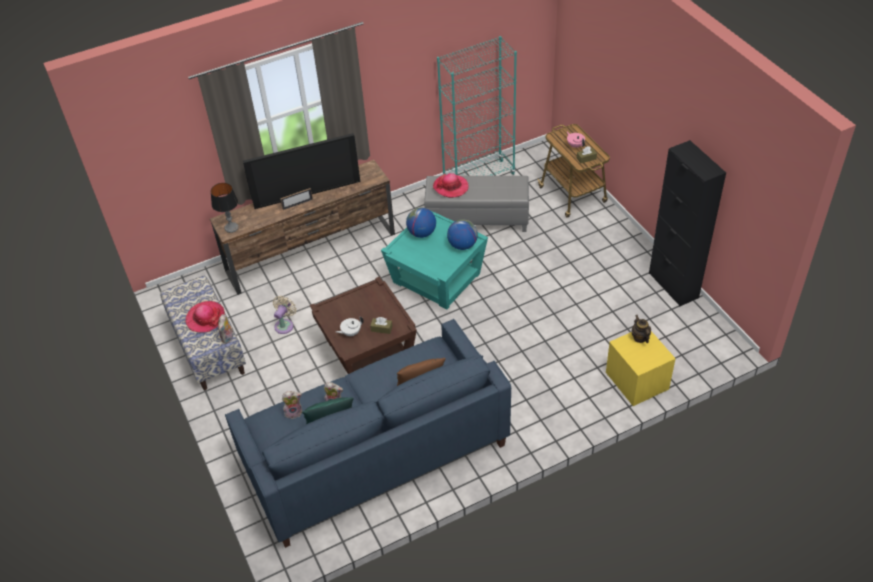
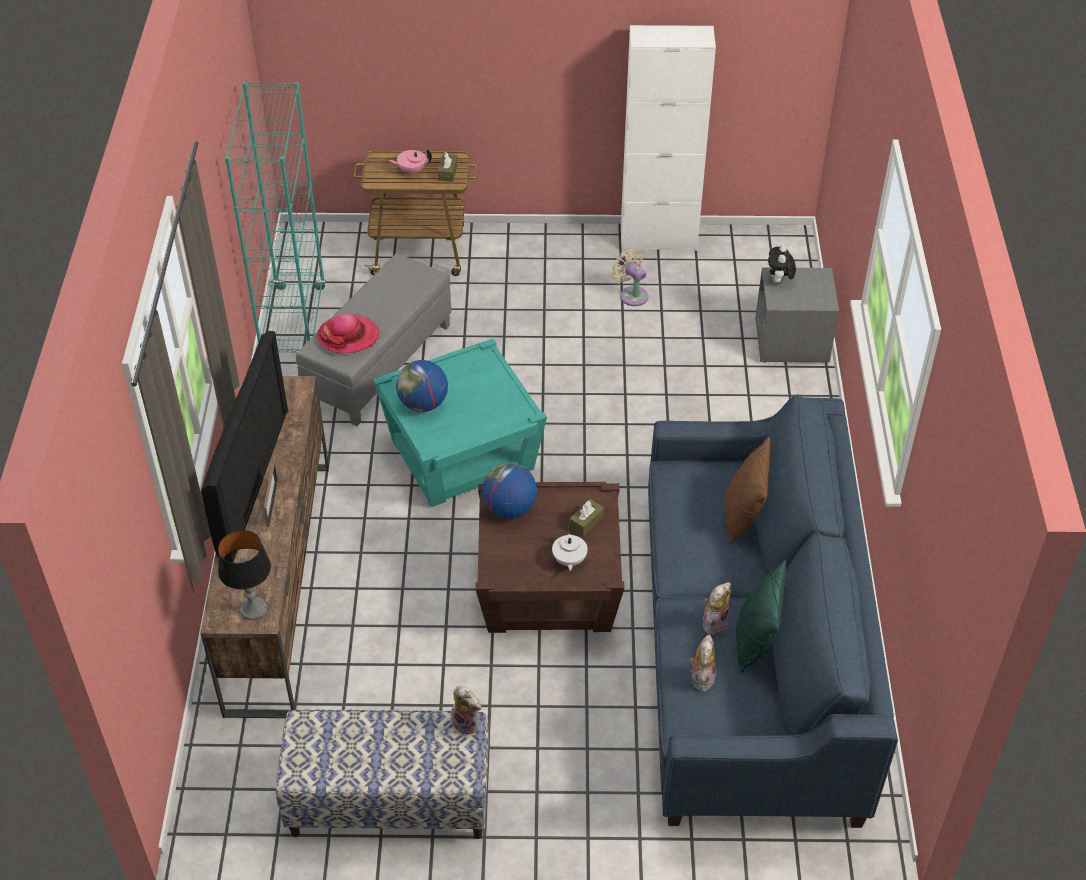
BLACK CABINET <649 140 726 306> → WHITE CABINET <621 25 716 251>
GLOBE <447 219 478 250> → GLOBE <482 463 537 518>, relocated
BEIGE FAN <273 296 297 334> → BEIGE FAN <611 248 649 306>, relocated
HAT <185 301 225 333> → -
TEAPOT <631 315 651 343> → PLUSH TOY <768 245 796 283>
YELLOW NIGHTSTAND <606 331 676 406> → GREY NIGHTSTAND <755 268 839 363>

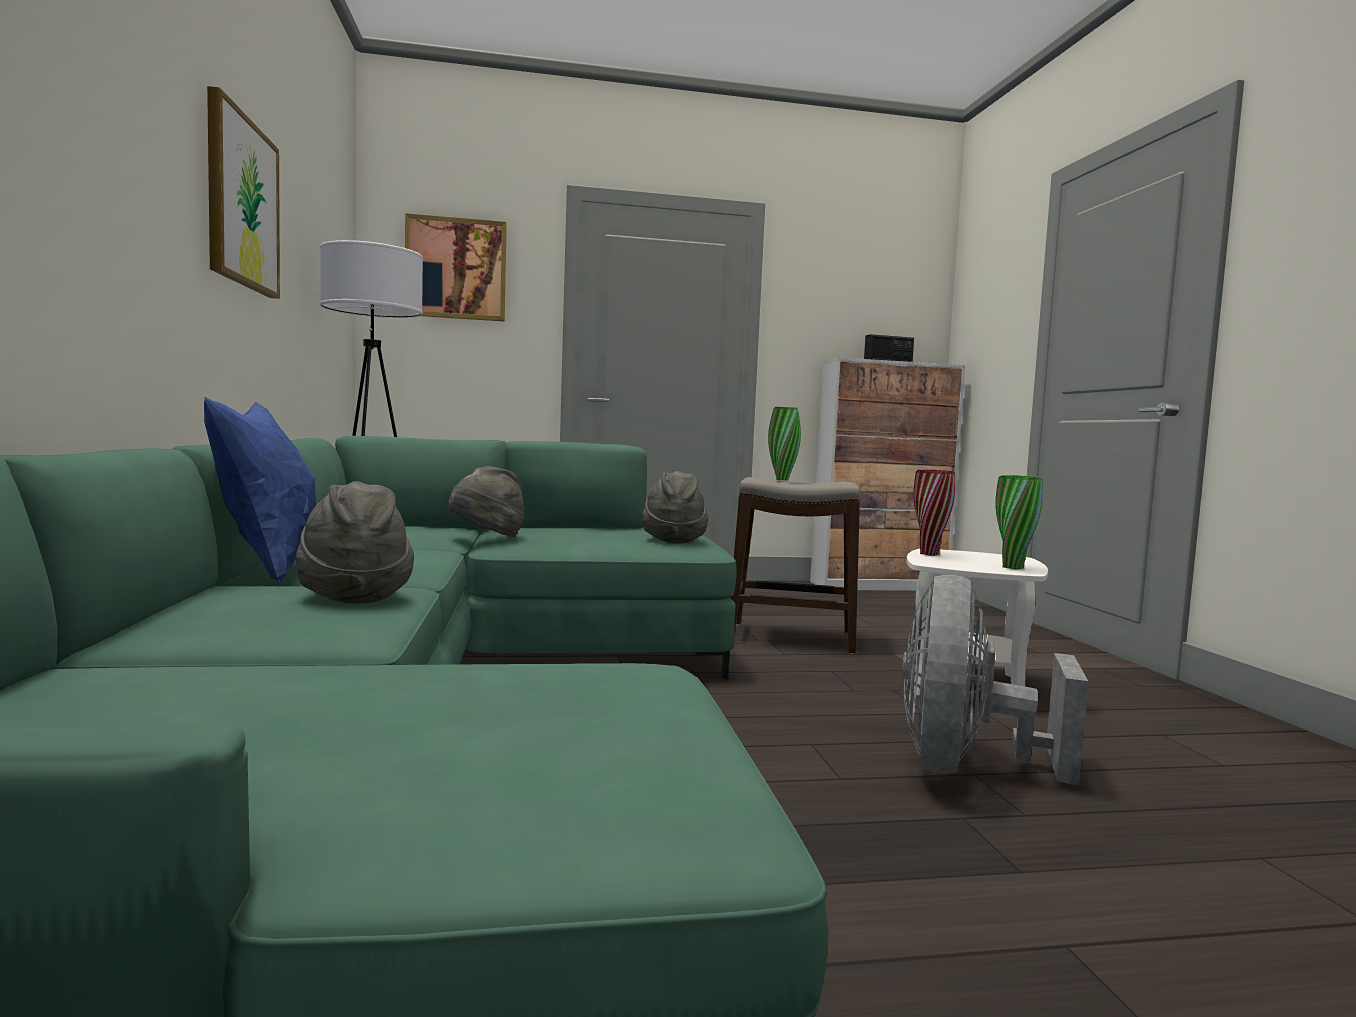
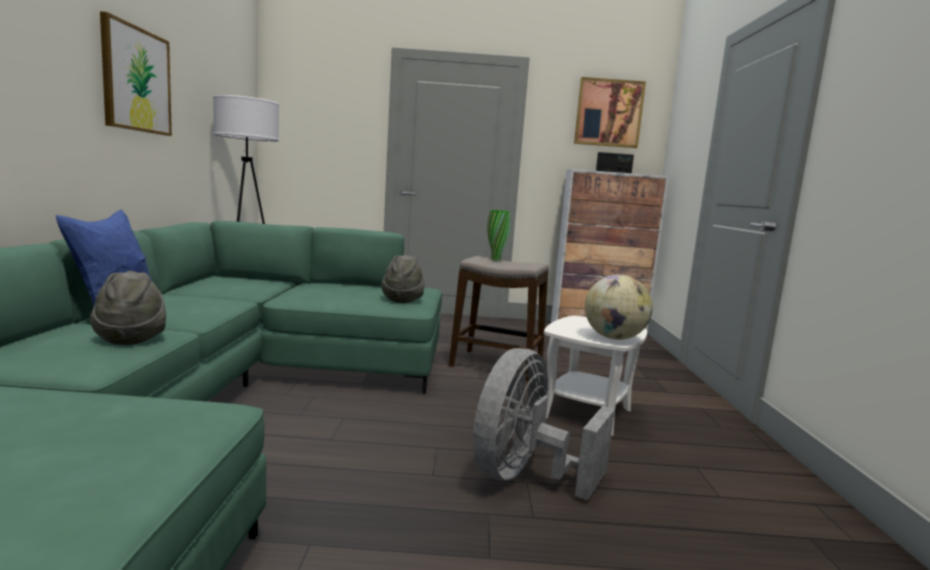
PICTURE <405 213 507 322> → PICTURE <574 77 646 148>, relocated
GREY HAT <448 466 524 537> → -
RED VASE <914 470 955 556> → -
GREEN VASE <995 475 1043 570> → GLOBE <585 275 653 340>

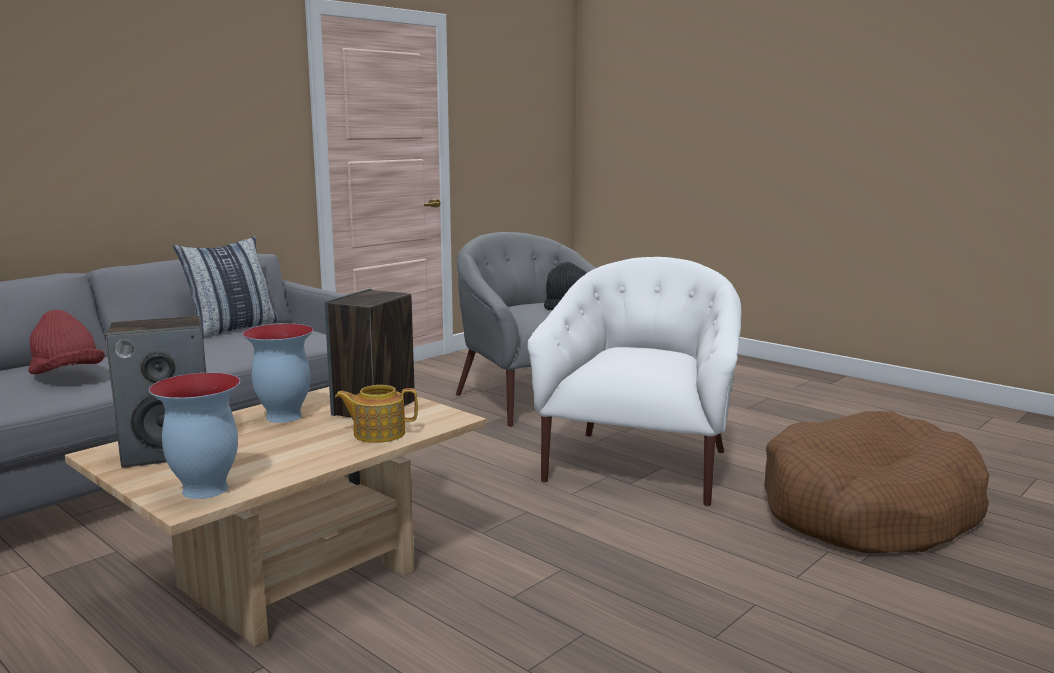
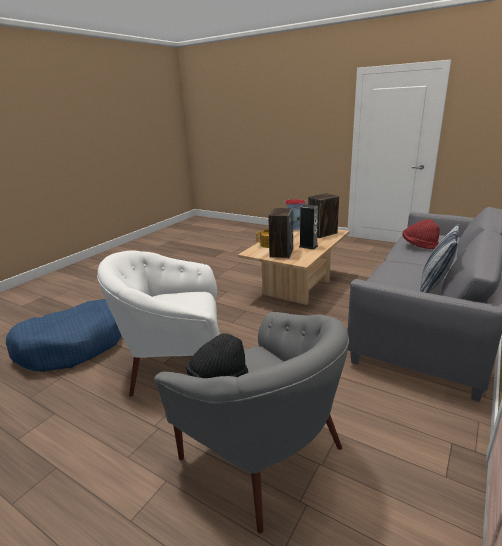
WHITE ARMCHAIR <527 257 741 506> → WHITE ARMCHAIR <97 250 220 397>, 75 degrees clockwise
VASE <242 324 313 423> → SPEAKER <299 204 318 250>
BROWN DOG BED <764 411 989 554> → BLUE DOG BED <6 299 122 372>

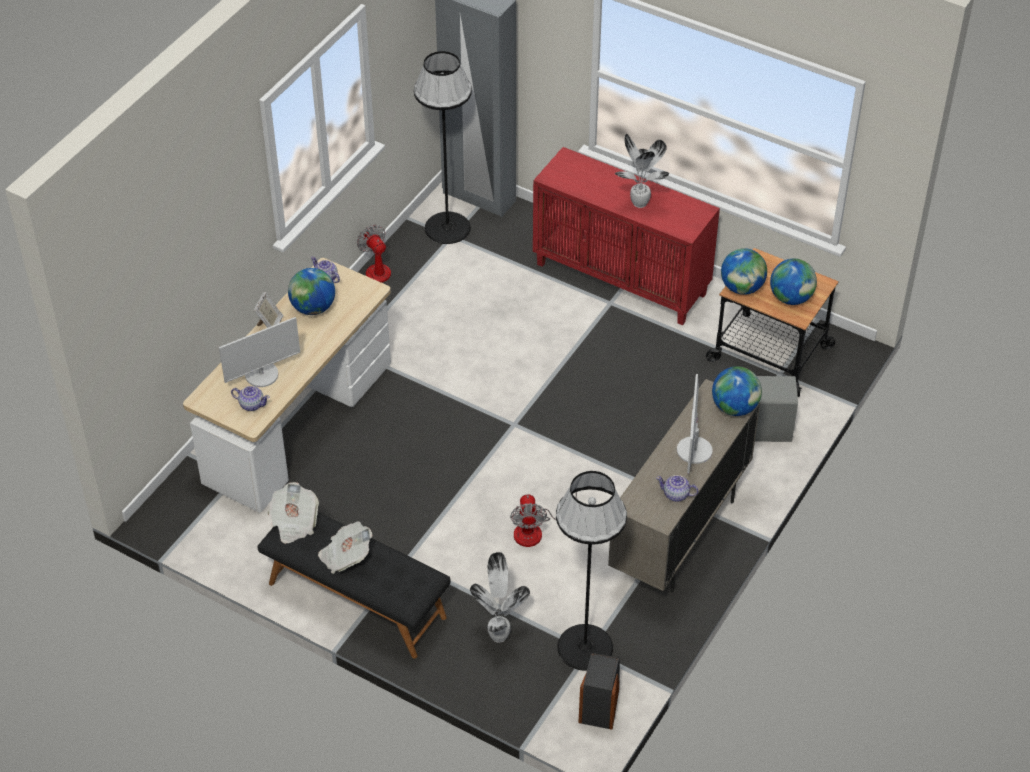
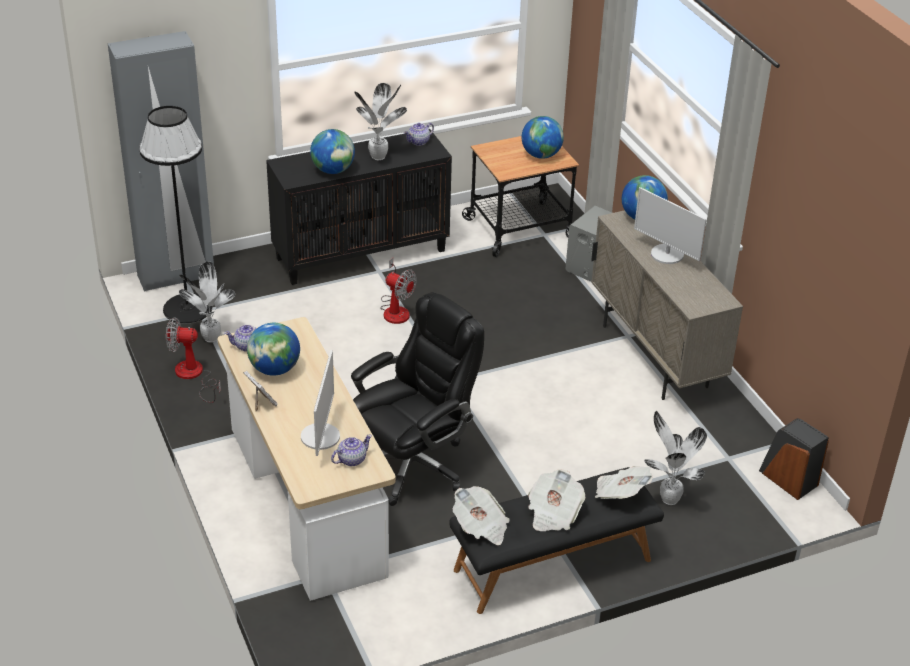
RED CABINET <533 147 720 325> → BLACK CABINET <266 129 452 285>
GLOBE <721 248 767 295> → GLOBE <310 129 355 174>, relocated
BLACK FLOOR LAMP <556 471 627 671> → -
TEAPOT <656 475 698 502> → TEAPOT <404 123 434 146>, relocated
FAN <510 492 577 547> → FAN <380 258 417 324>, relocated
- → POTTED PLANT <179 261 235 342>
- → BLACK OFFICE CHAIR <351 292 484 506>
- → NEWSPAPER <595 466 653 499>

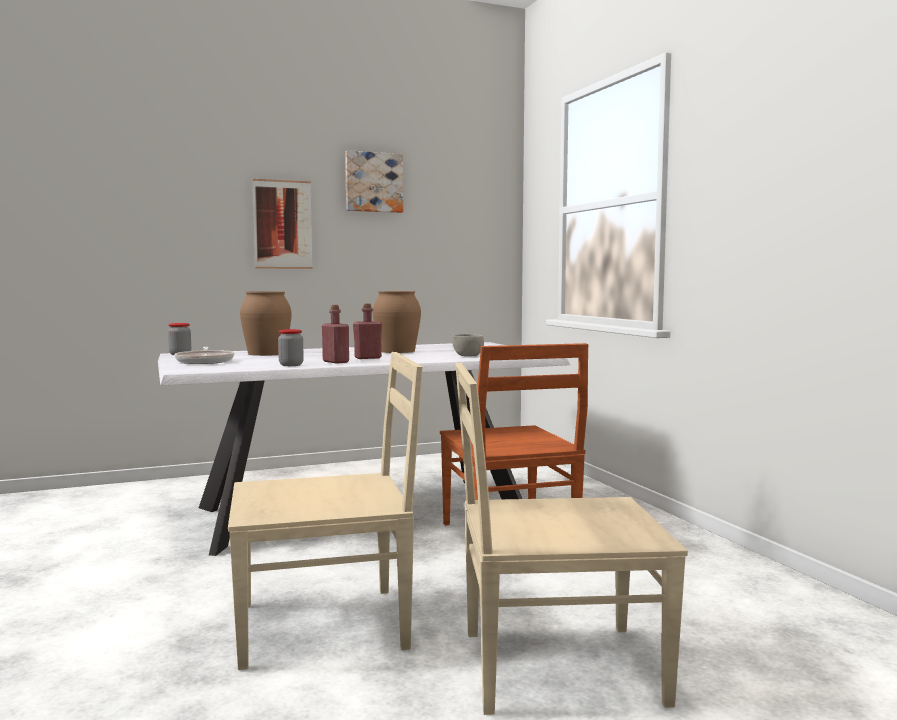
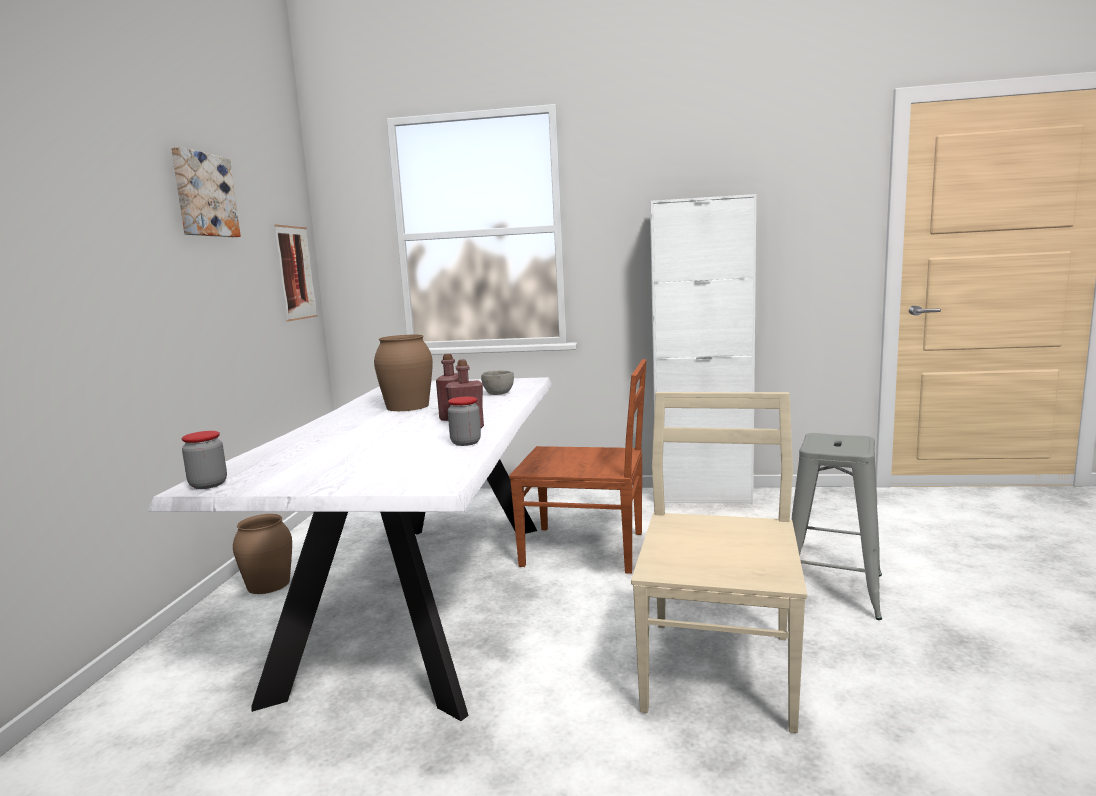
PICTURE <252 179 312 269> → PICTURE <274 225 317 321>, relocated
BROWN VASE <240 291 292 356> → BROWN VASE <233 514 292 594>, relocated
FRYING PAN <174 347 235 364> → -
BEIGE CHAIR <455 363 688 715> → GREY STOOL <792 433 882 620>
- → WHITE CABINET <650 194 756 504>

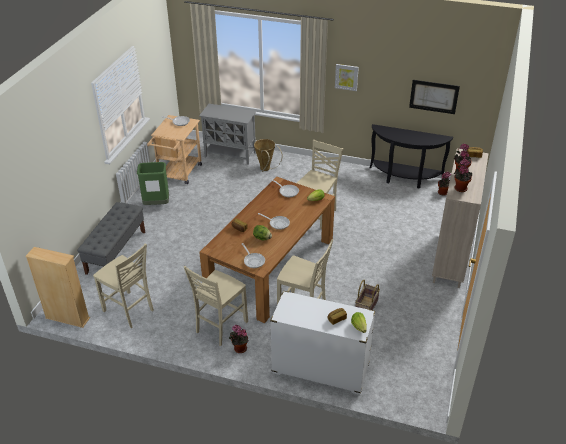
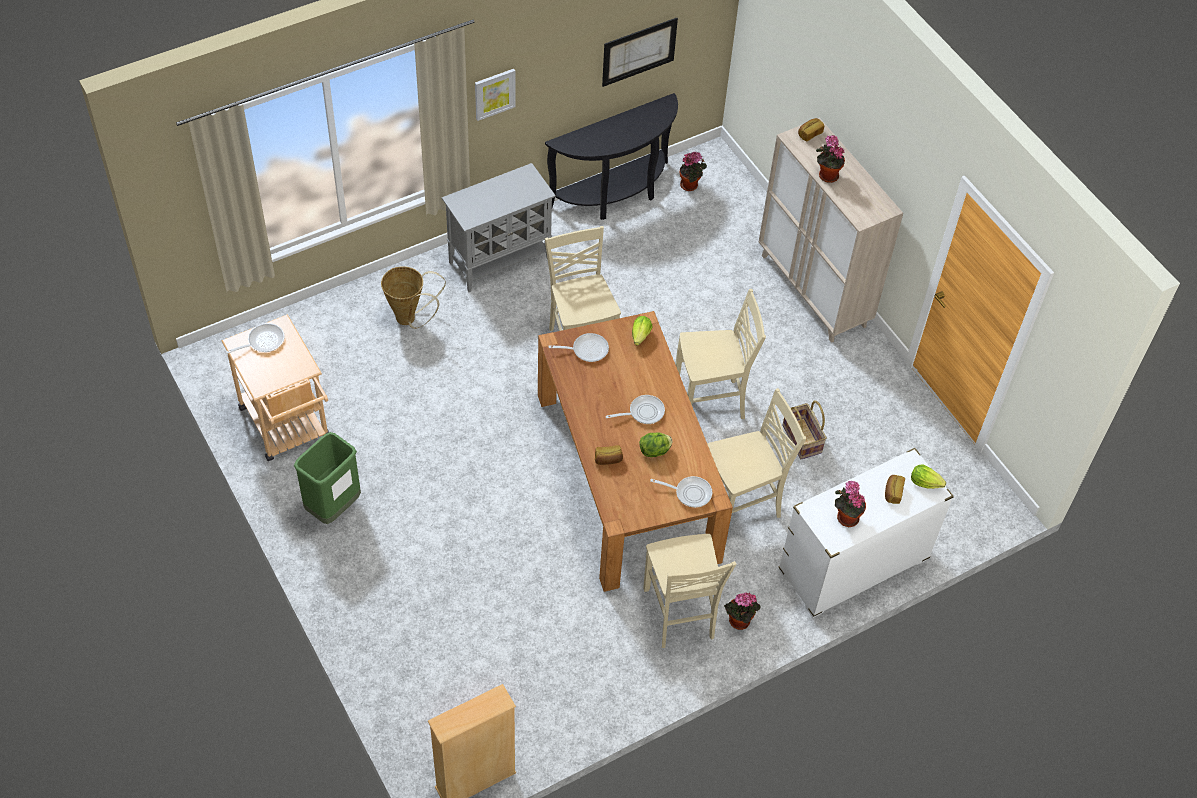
GREY CABINET <199 104 256 165> → GREY CABINET <442 163 556 292>, relocated
POTTED PLANT <454 159 472 192> → POTTED PLANT <835 481 866 527>, relocated
GREY BENCH <77 202 145 275> → -
BEIGE CHAIR <93 243 154 328> → BEIGE CHAIR <675 289 766 419>, relocated

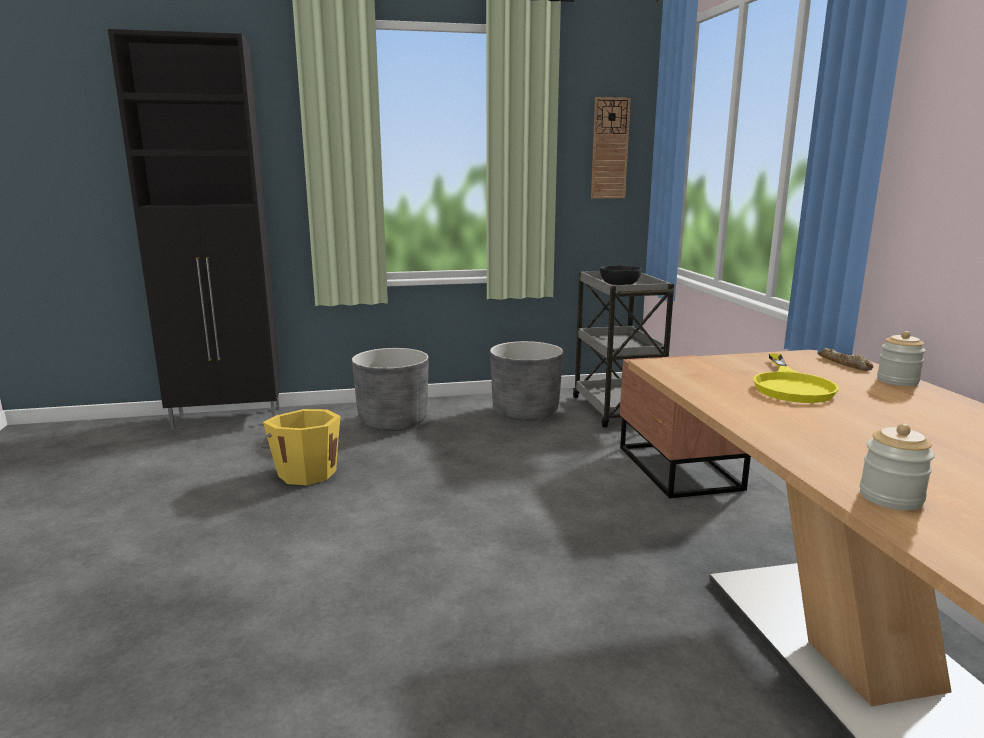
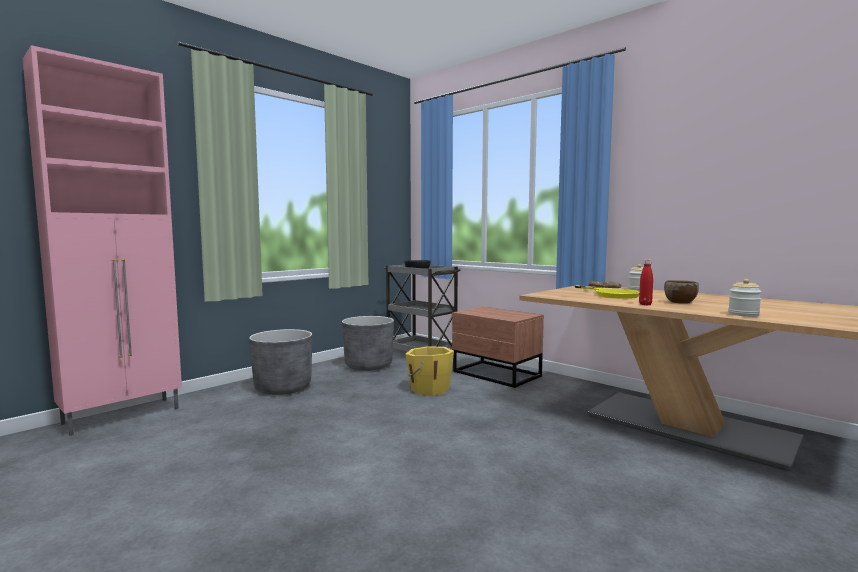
BLACK CABINET <108 29 281 430> → PINK CABINET <23 45 182 436>
WALL CLOCK <591 97 631 199> → -
YELLOW BUCKET <261 409 341 485> → YELLOW BUCKET <405 346 454 396>, relocated
- → RED BOTTLE <639 259 653 305>
- → BROWN BOWL <664 280 699 304>

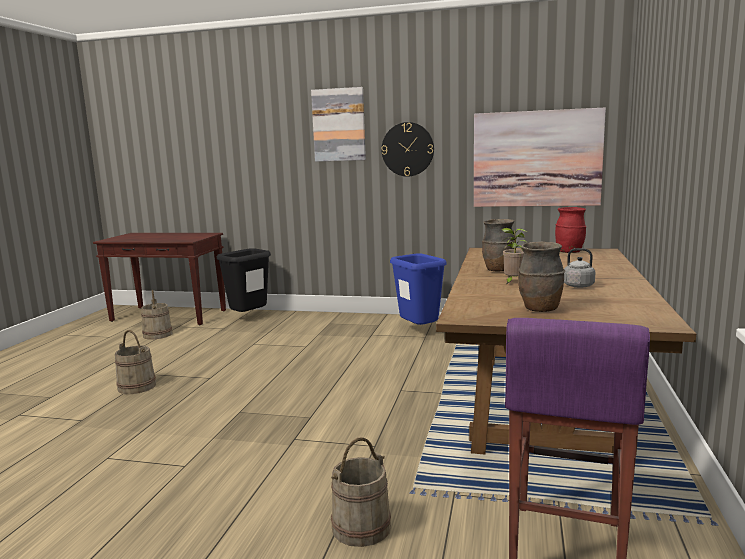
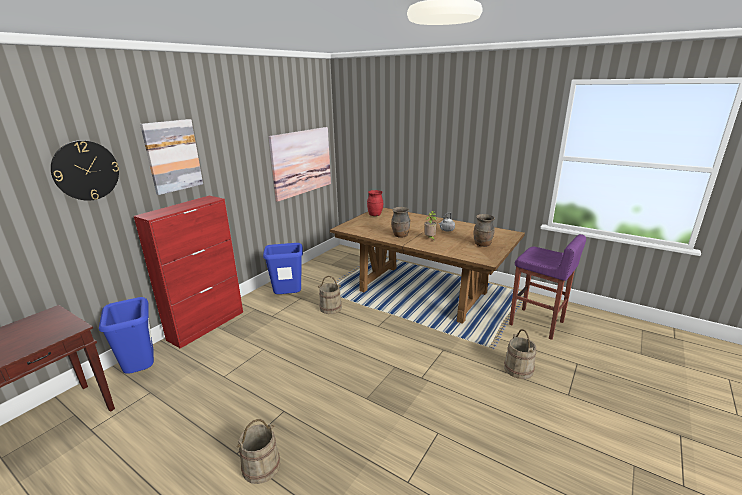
WALL CLOCK <381 122 434 177> → WALL CLOCK <51 141 119 201>, relocated
BLACK TRASH CAN <217 248 271 312> → BLUE TRASH CAN <99 297 154 374>
BEIGE BUCKET <141 290 173 340> → BEIGE BUCKET <318 276 342 314>, relocated
- → RED CABINET <134 196 243 349>

